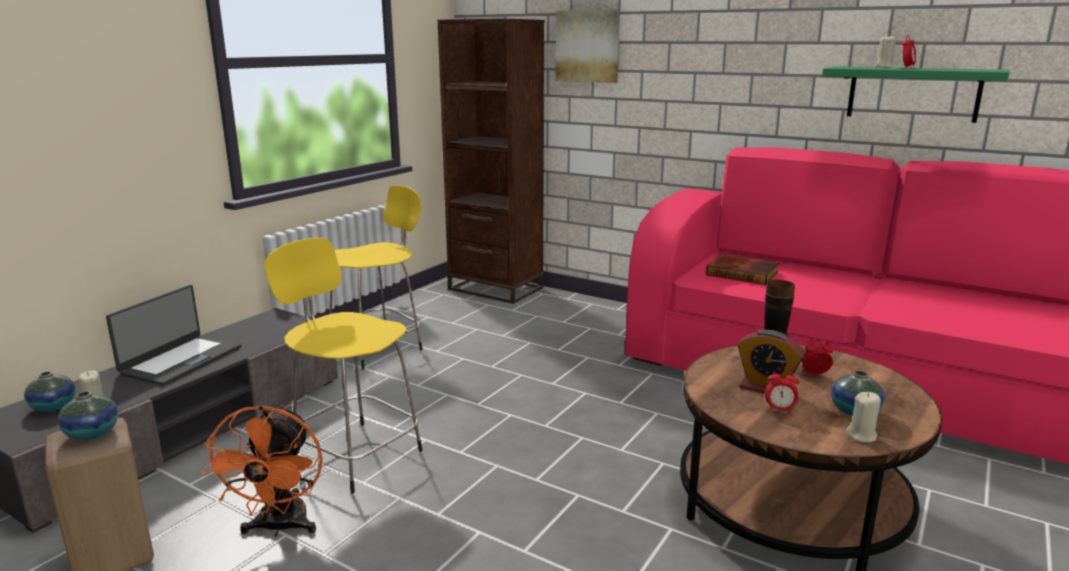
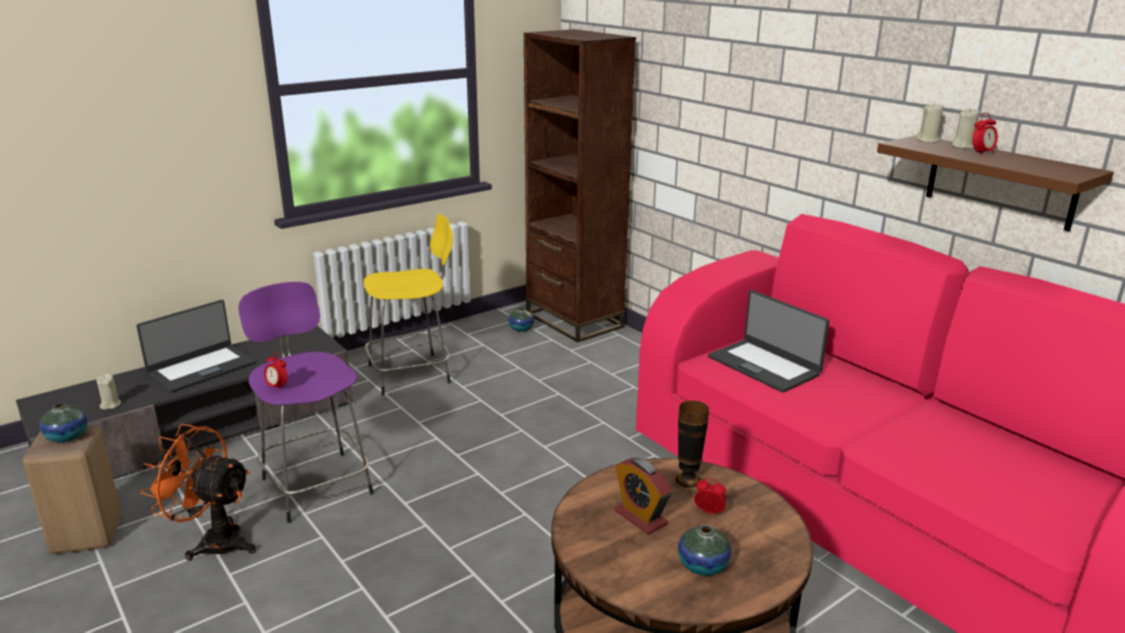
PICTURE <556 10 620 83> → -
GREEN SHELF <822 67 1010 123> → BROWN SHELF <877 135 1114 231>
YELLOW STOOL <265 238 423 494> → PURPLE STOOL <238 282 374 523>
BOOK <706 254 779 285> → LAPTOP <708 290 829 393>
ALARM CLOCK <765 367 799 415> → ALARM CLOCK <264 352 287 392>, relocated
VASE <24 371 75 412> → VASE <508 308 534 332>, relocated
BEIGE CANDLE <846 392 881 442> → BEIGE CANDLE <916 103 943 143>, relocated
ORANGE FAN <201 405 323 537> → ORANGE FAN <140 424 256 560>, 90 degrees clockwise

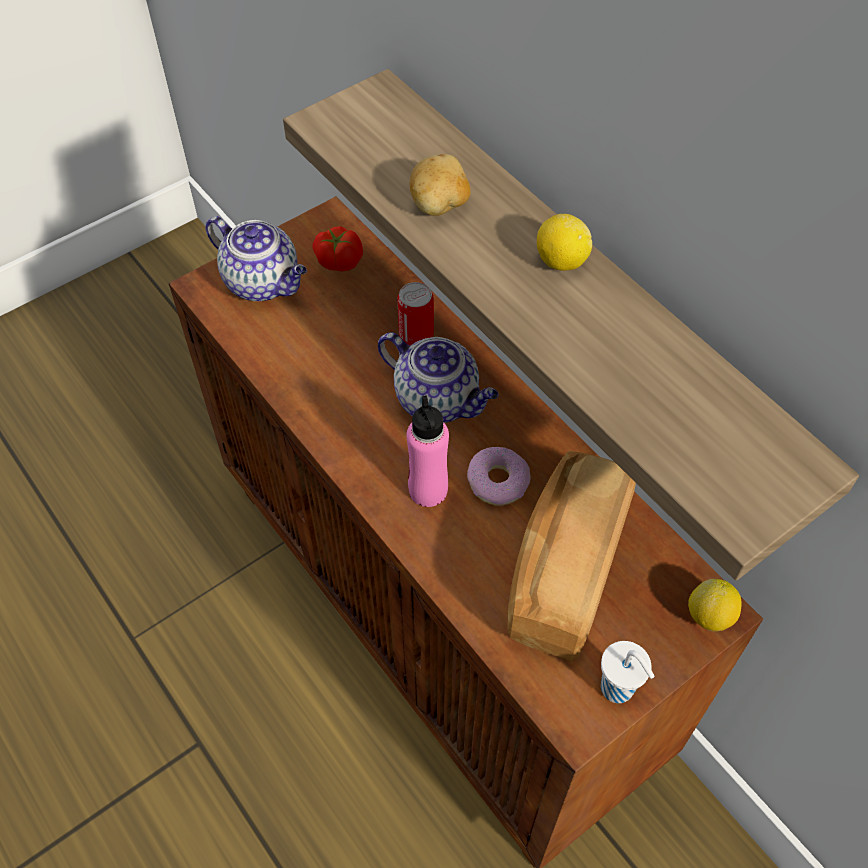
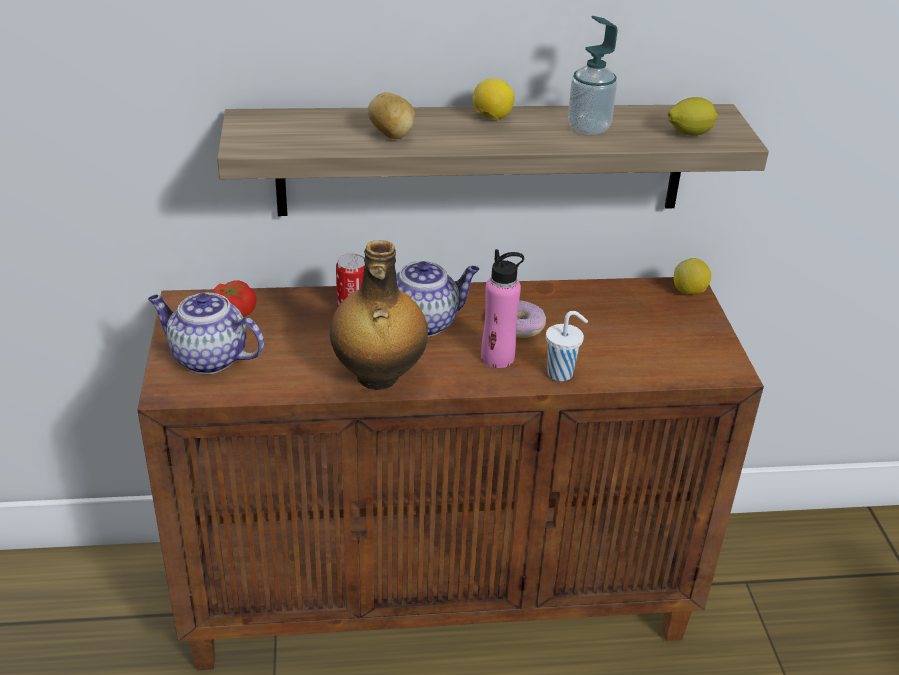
TEAPOT <205 216 307 301> → TEAPOT <148 293 264 374>, 135 degrees counterclockwise
BREAD <507 451 636 662> → -
WHITE CUP <601 641 654 703> → WHITE CUP <546 311 588 381>, relocated
- → SOAP DISPENSER <568 16 618 135>
- → LEMON <668 97 718 136>
- → BOTTLE <330 240 428 390>

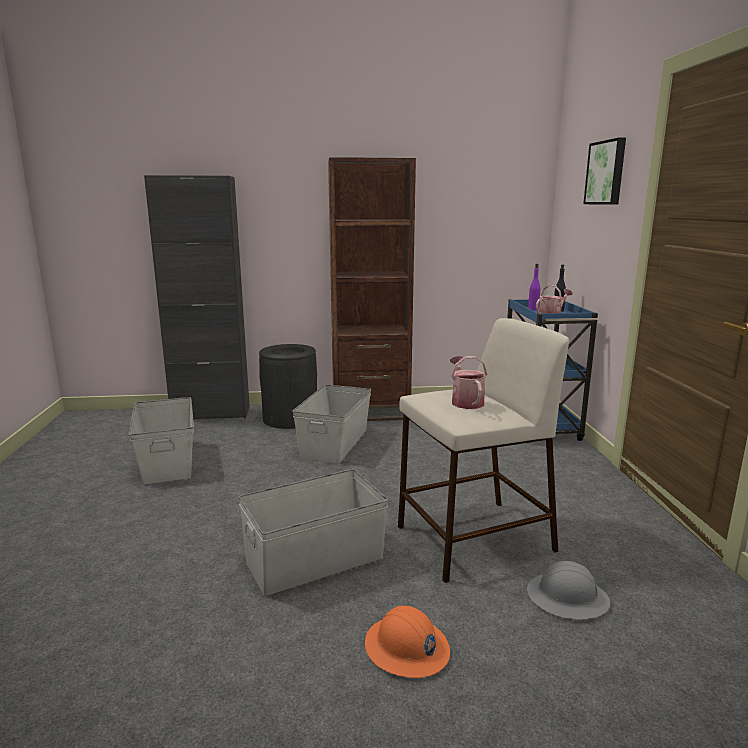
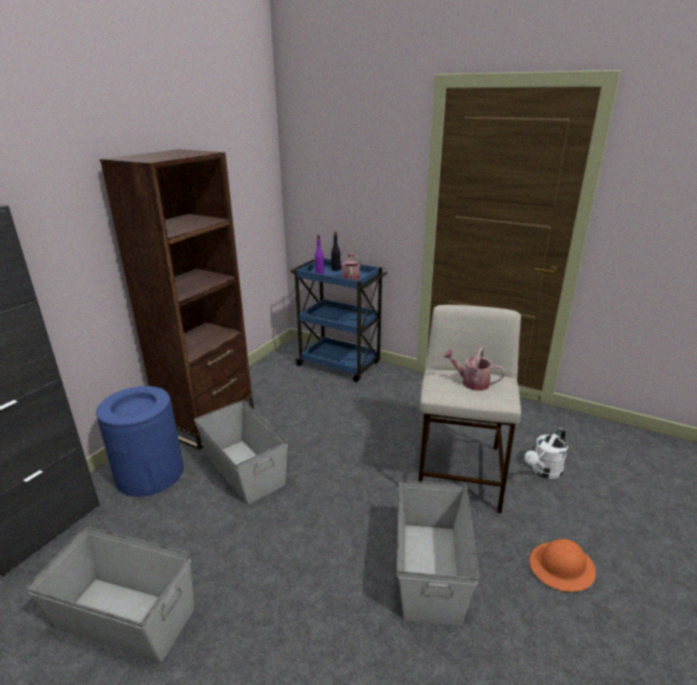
PICTURE <583 138 626 205> → -
BLACK TRASH CAN <259 344 317 429> → BLUE TRASH CAN <96 386 184 497>
GREY HARD HAT <527 561 610 619> → WHITE WATERING CAN <525 428 568 479>

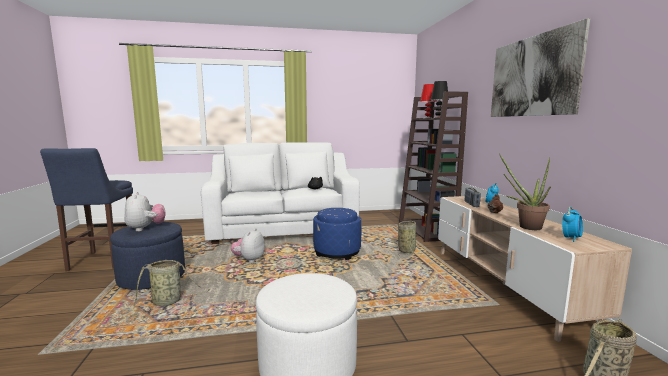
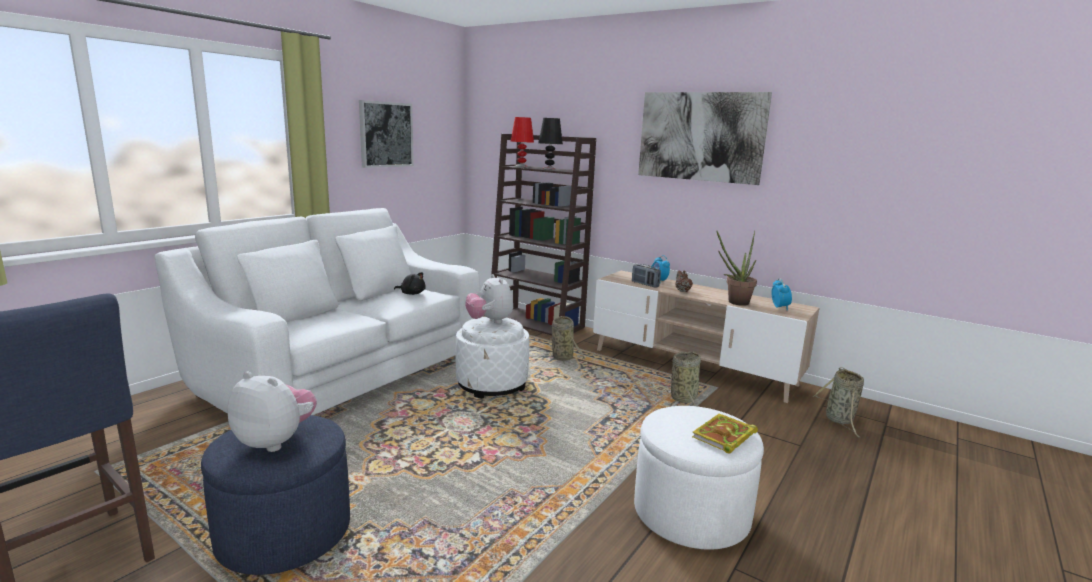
BLUE OTTOMAN <313 208 361 260> → WHITE OTTOMAN <455 317 529 399>
PLUSH TOY <231 228 265 262> → PLUSH TOY <465 274 513 323>, relocated
BASKET <134 260 210 306> → BASKET <670 351 701 406>, relocated
- → PICTURE <359 100 414 168>
- → BOOK <692 414 758 453>

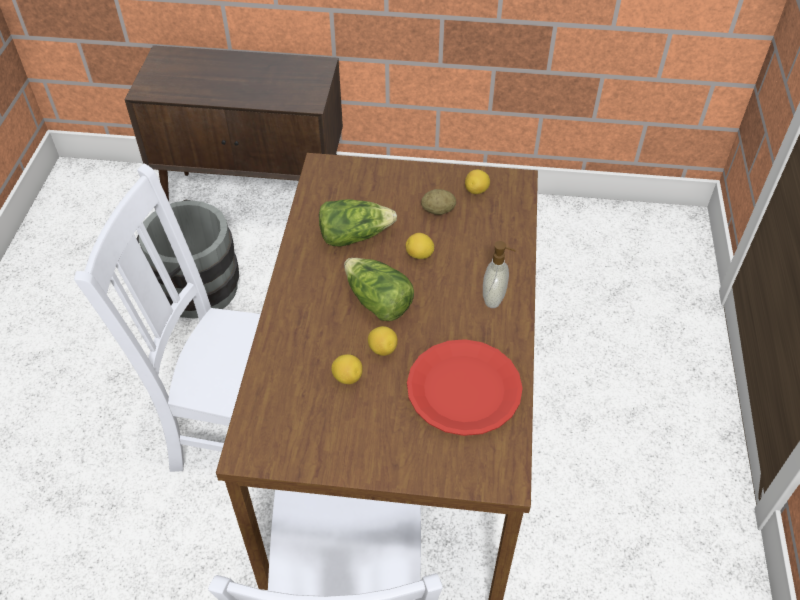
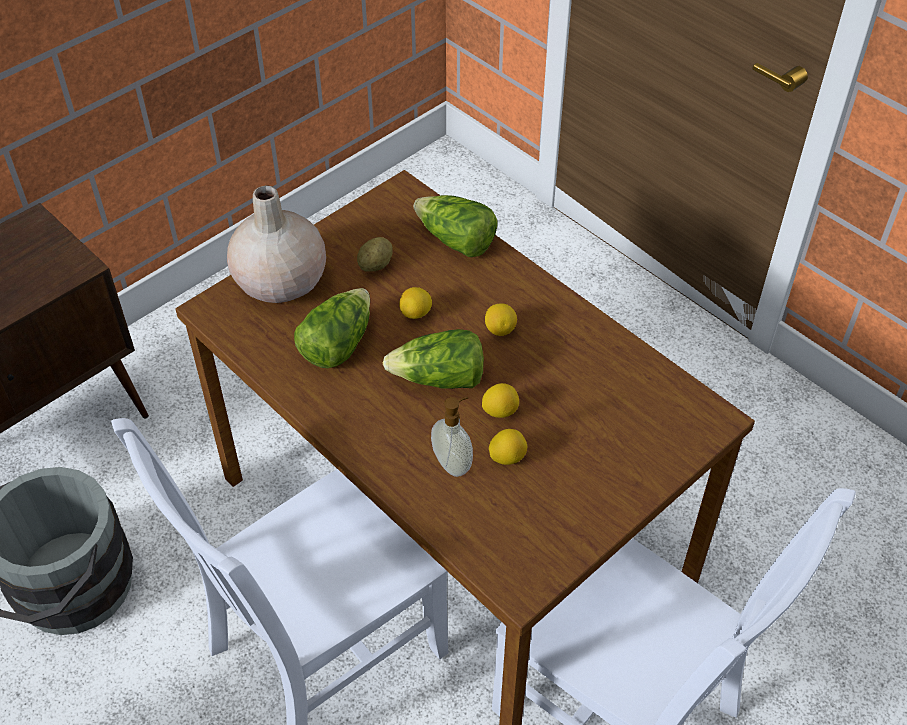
LEMON <465 169 490 194> → LEMON <485 304 517 336>, relocated
SOAP DISPENSER <483 241 516 308> → SOAP DISPENSER <431 396 473 477>, relocated
RED PLATE <407 339 523 436> → -
- → BEIGE VASE <227 185 326 303>
- → LETTUCE <413 195 497 257>

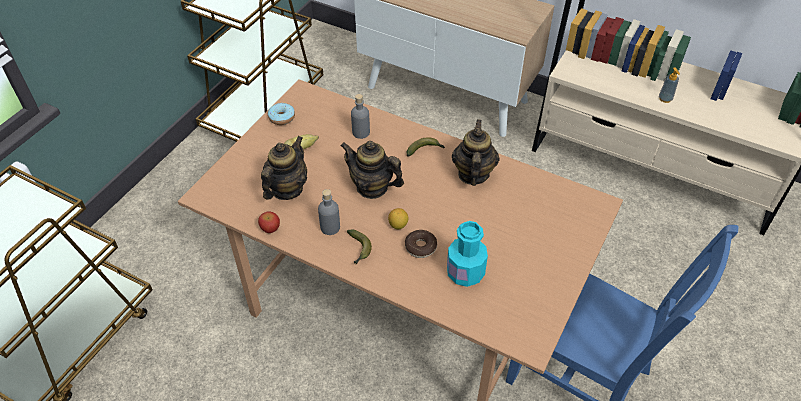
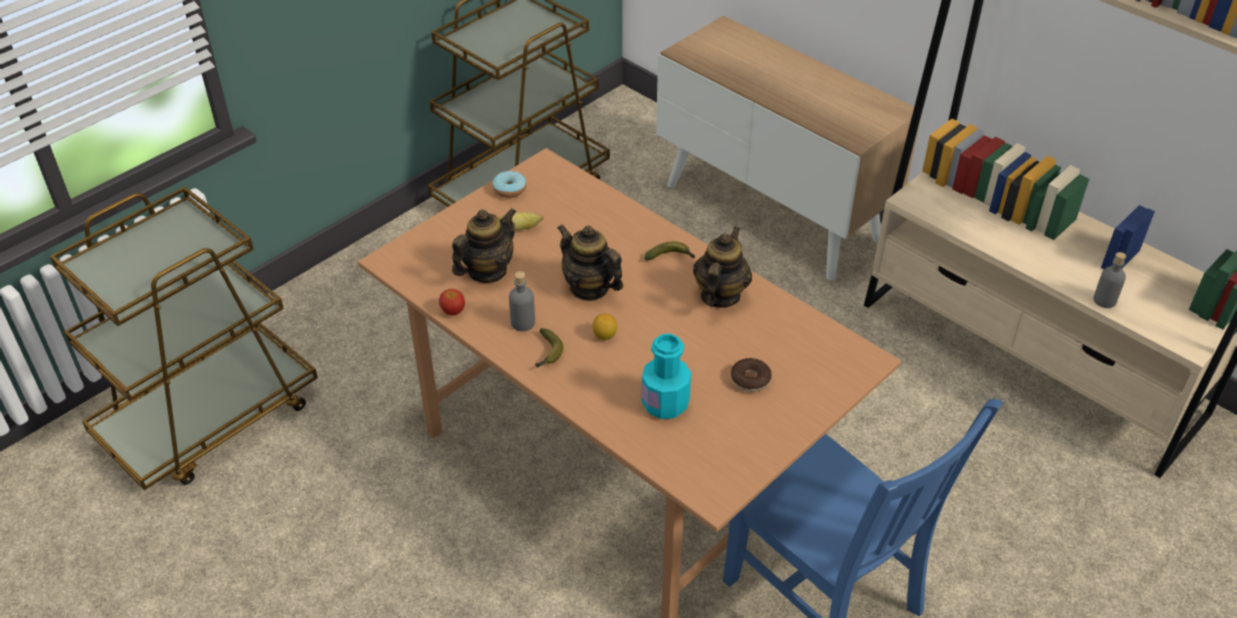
SOAP DISPENSER <659 67 680 103> → -
GREY BOTTLE <351 94 370 139> → GREY BOTTLE <1093 252 1126 308>, relocated
DONUT <405 230 437 258> → DONUT <731 358 772 392>, relocated

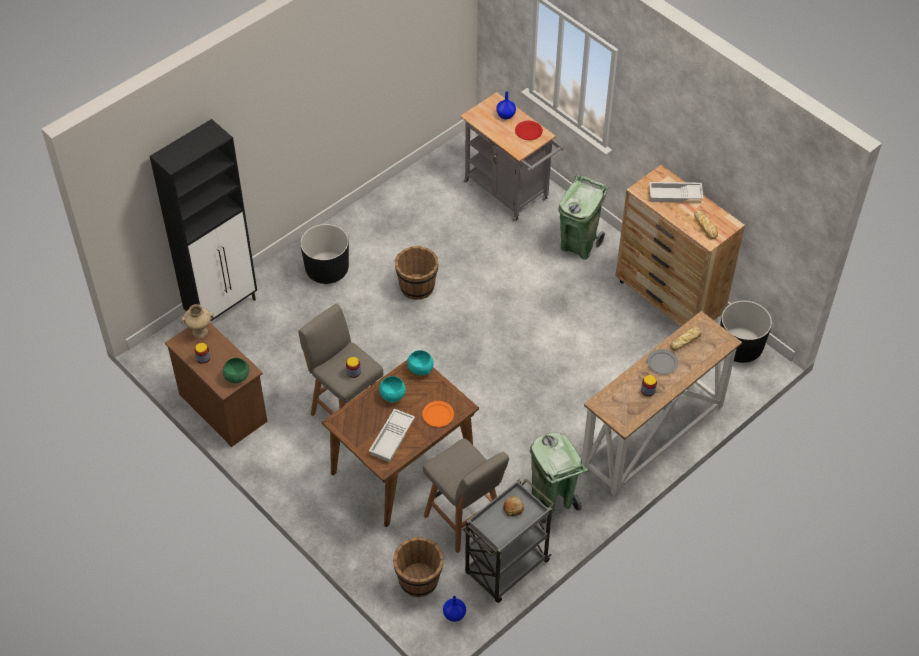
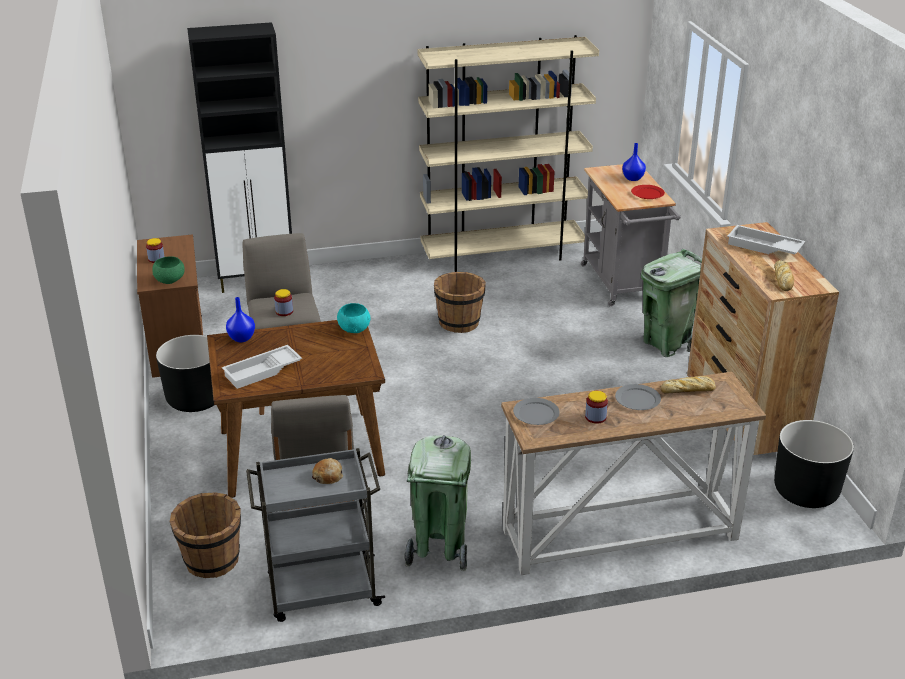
BLACK PLANTER <300 224 349 284> → BLACK PLANTER <156 335 214 412>, relocated
BEIGE VASE <181 304 214 338> → -
TURQUOISE BOWL <379 376 406 403> → -
ORANGE PLATE <422 401 454 427> → -
BLUE VASE <443 596 466 622> → BLUE VASE <226 297 255 342>, relocated
- → BEIGE BOOKCASE <418 35 599 272>
- → GREY PLATE <513 398 560 425>

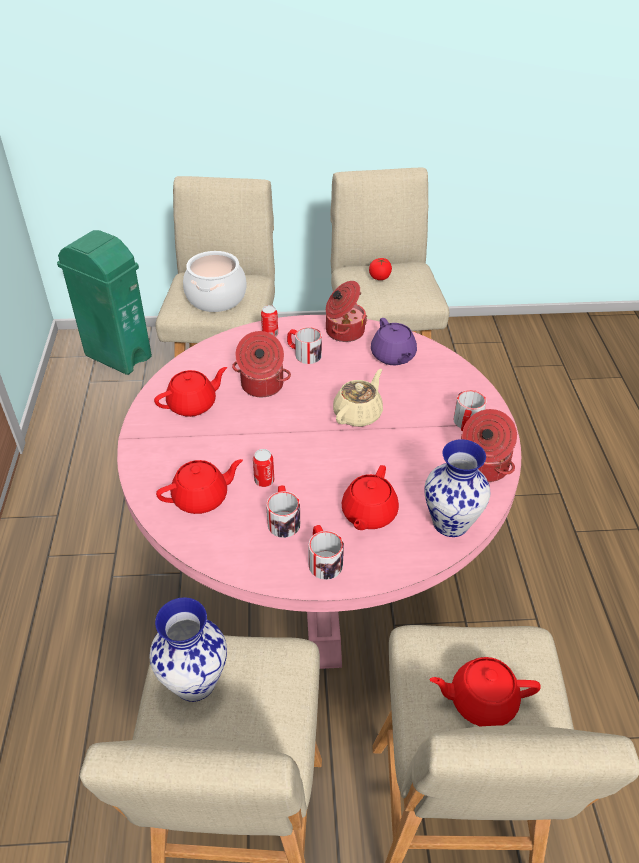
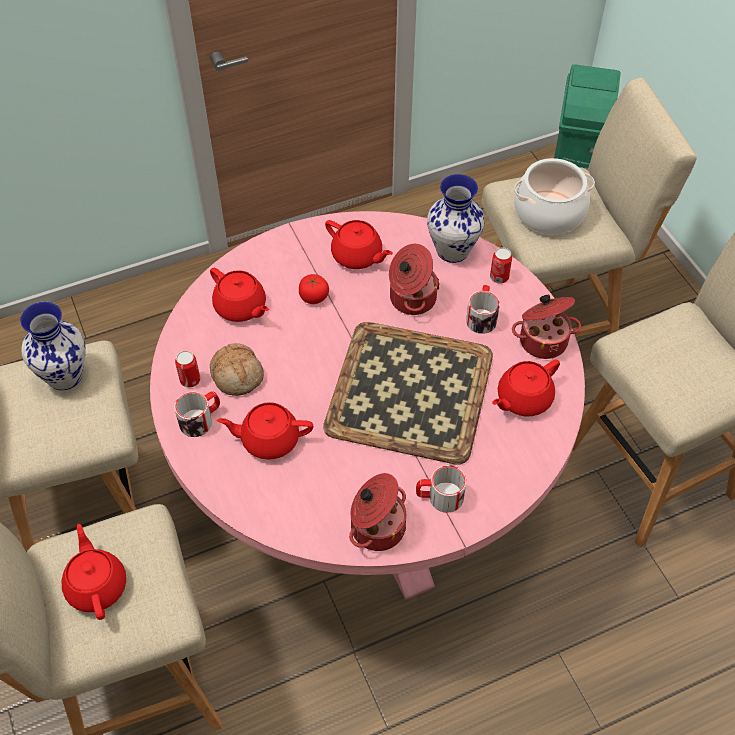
TOMATO <369 258 392 280> → TOMATO <299 274 329 304>, relocated
PURPLE TEAPOT <371 318 417 365> → RED TEAPOT <492 359 560 416>
BEIGE TEAPOT <333 369 383 427> → TRAY <323 322 493 465>
VASE <424 439 490 537> → VASE <427 174 485 263>, relocated
CAN <253 449 274 487> → CAN <175 351 200 388>, relocated
MUG <266 485 300 538> → BREAD <210 343 264 396>

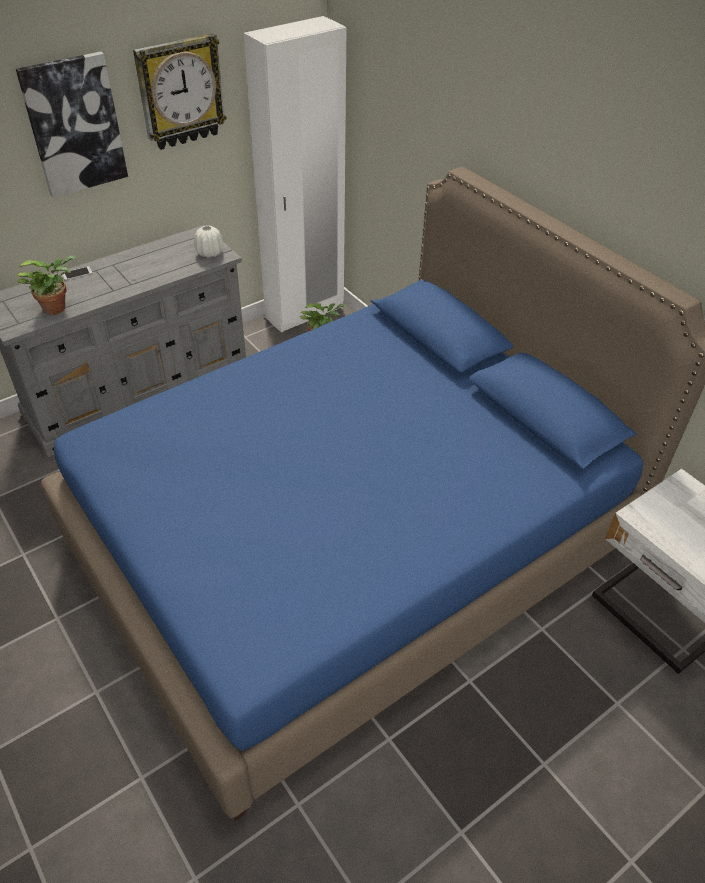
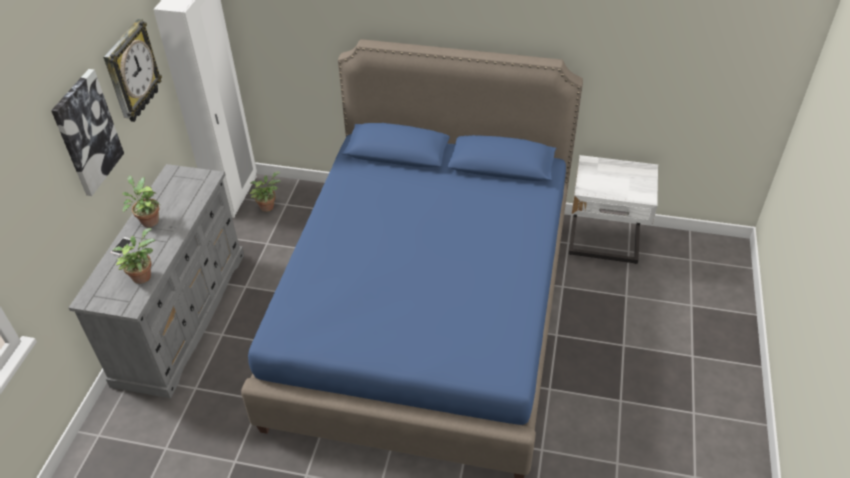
WHITE VASE <194 226 224 258> → -
- → POTTED PLANT <122 176 161 227>

